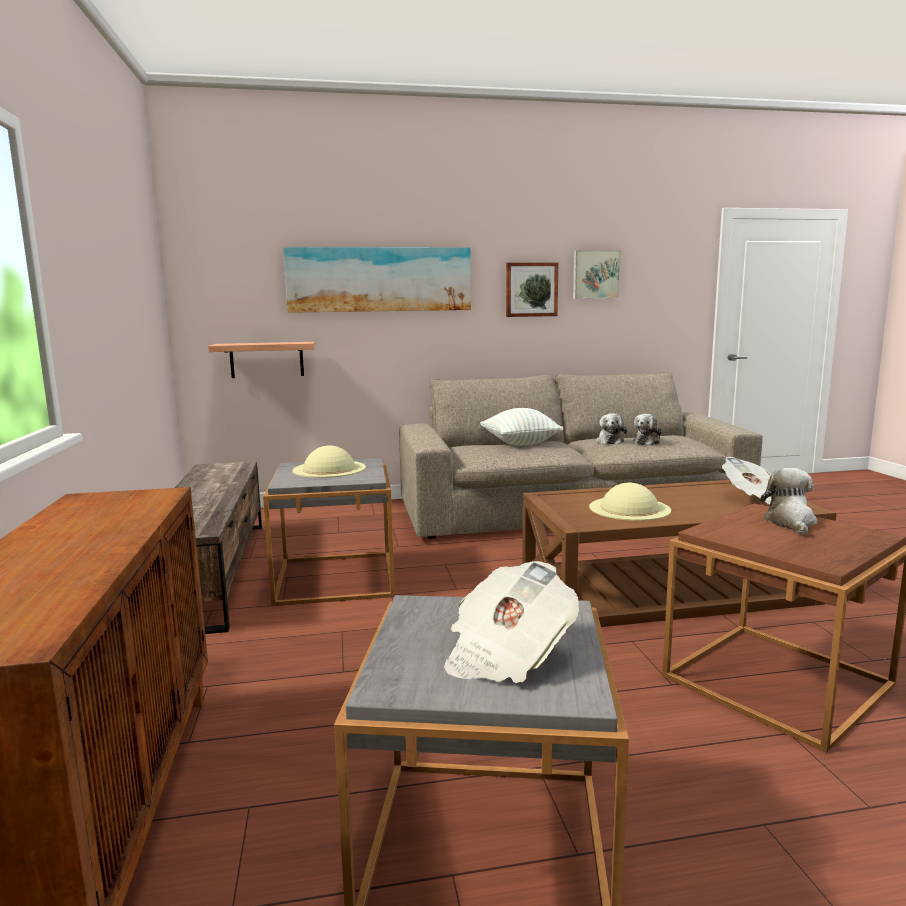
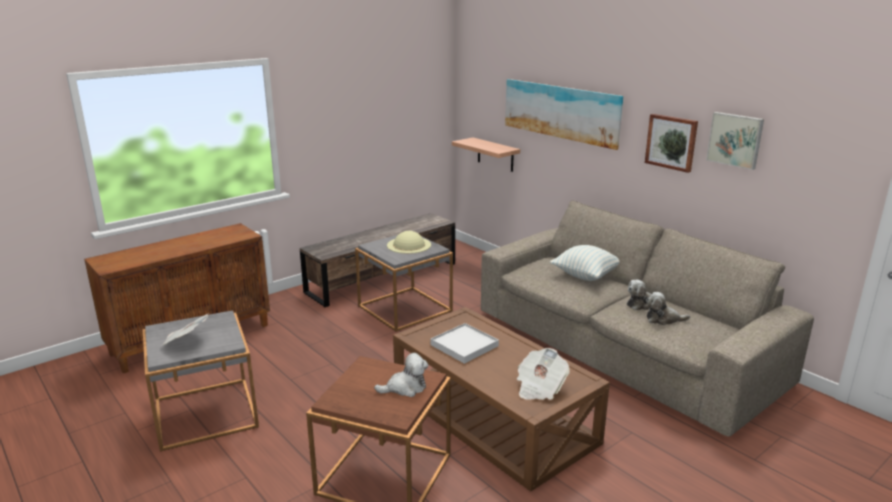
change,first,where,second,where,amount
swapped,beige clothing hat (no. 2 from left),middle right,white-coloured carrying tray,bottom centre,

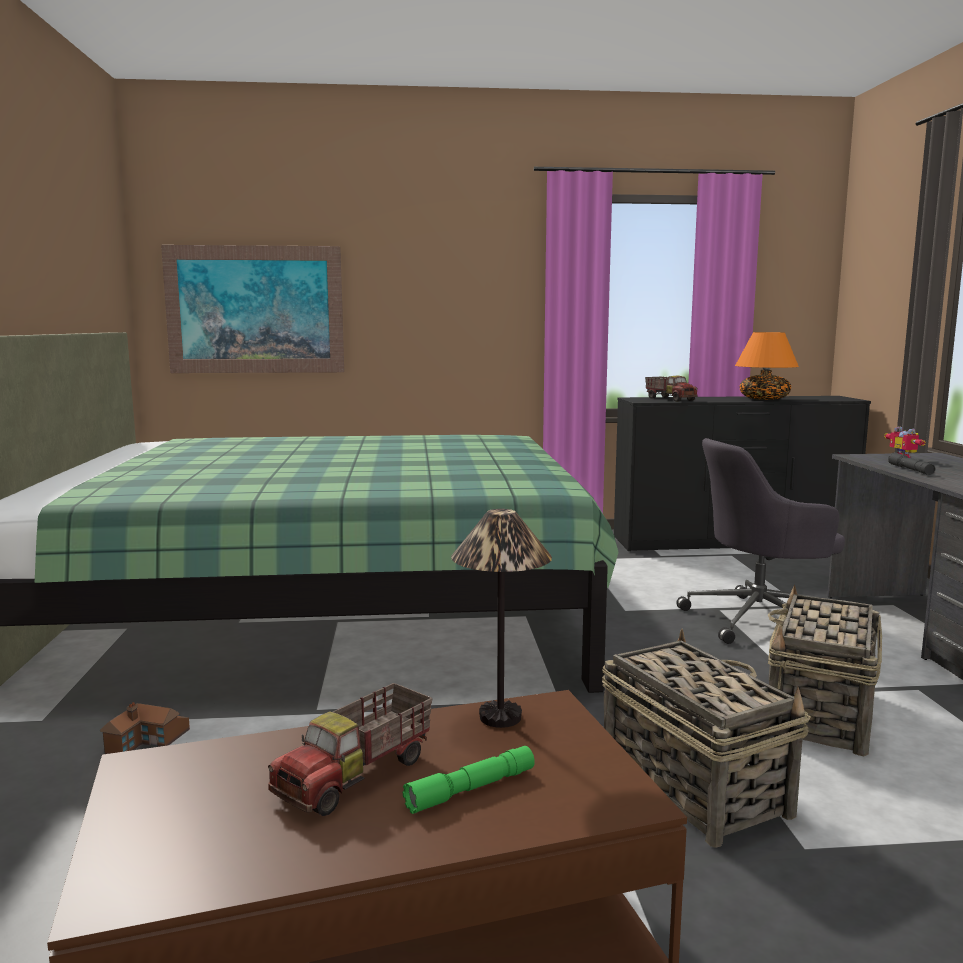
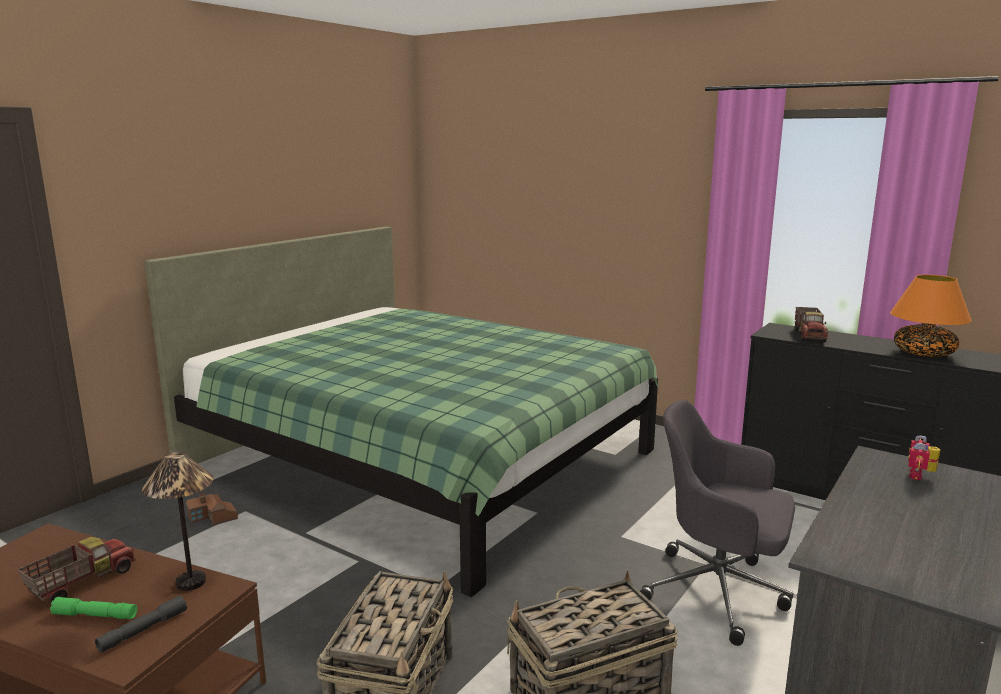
change,first,where,second,where,amount
gone,wall picture,top left,,,
rotated,toy truck (no. 1 from left),bottom centre,,bottom left,135 degrees clockwise
shifted,grey flashlight,middle right,,bottom left,

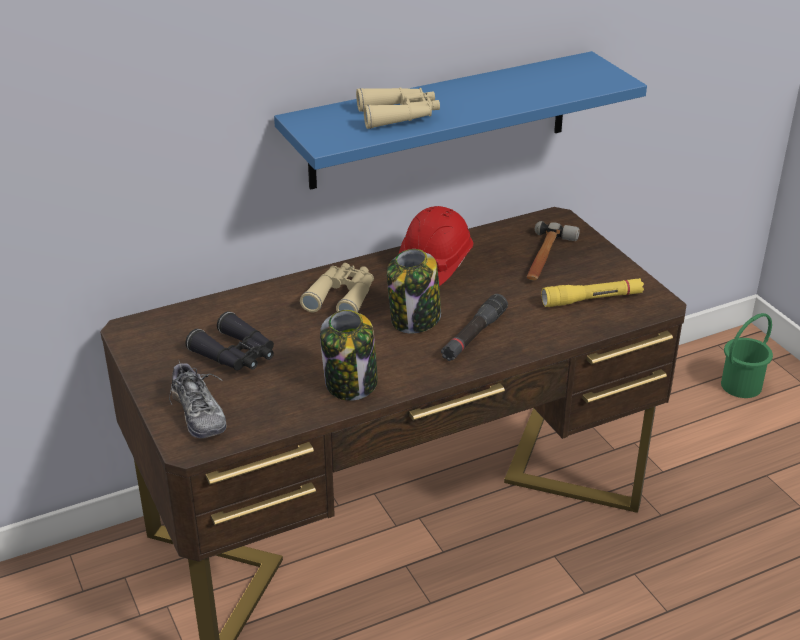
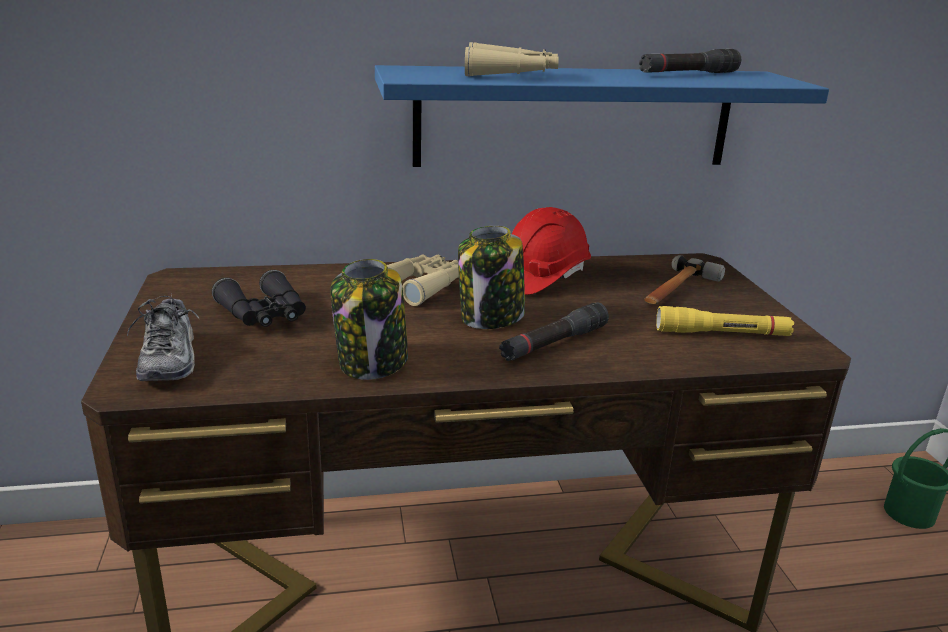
change,first,where,second,where,amount
new,,,black-coloured flashlight (no. 2 from left),top right,

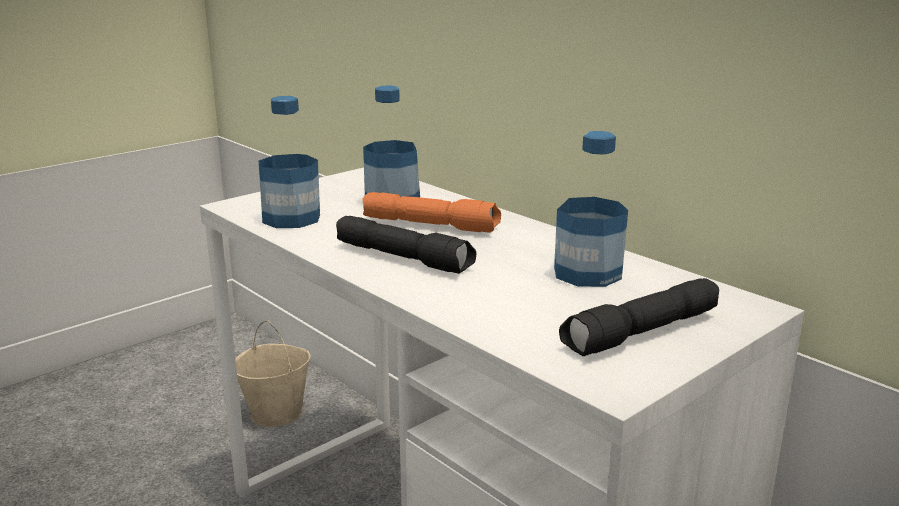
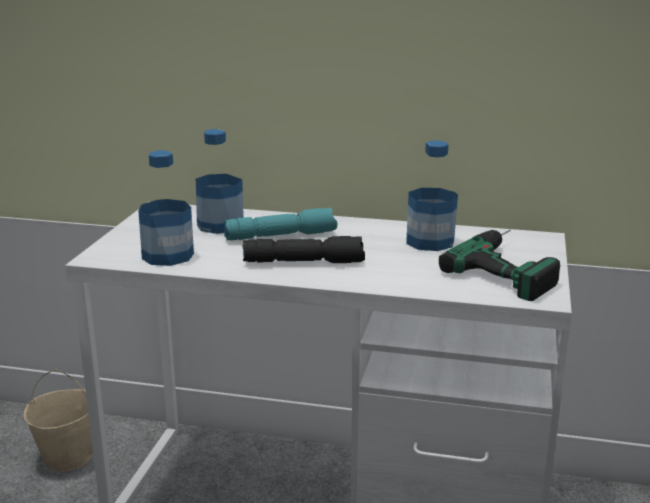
change,first,where,second,where,amount
repainted,orange flashlight,centre,turquoise-coloured flashlight,centre,
swapped,black-coloured flashlight (no. 2 from left),middle right,drill,middle right,

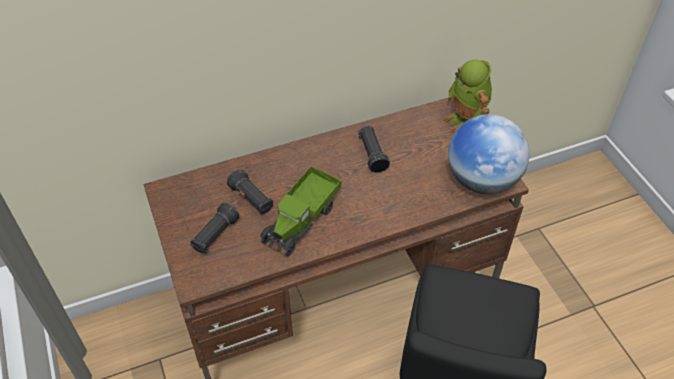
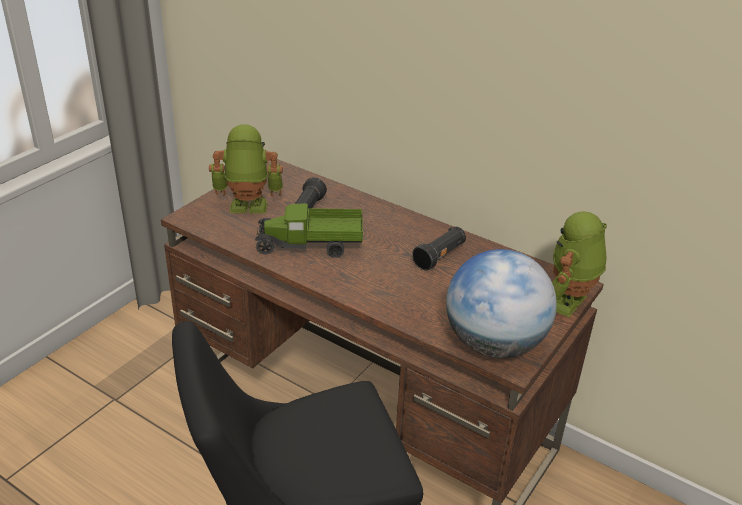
change,first,where,second,where,amount
swapped,black-coloured flashlight (no. 1 from left),middle left,model robot (no. 1 from left),middle left,

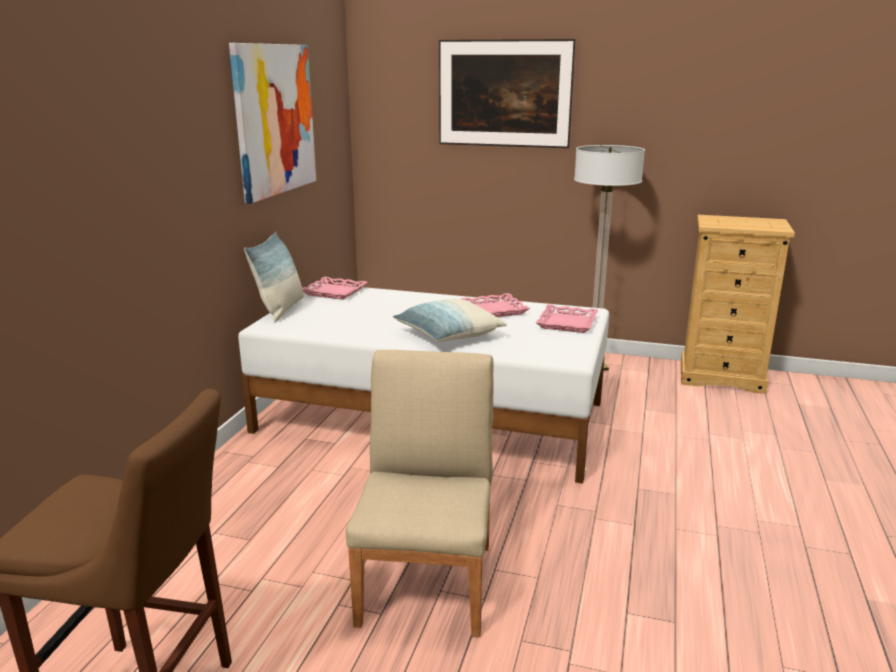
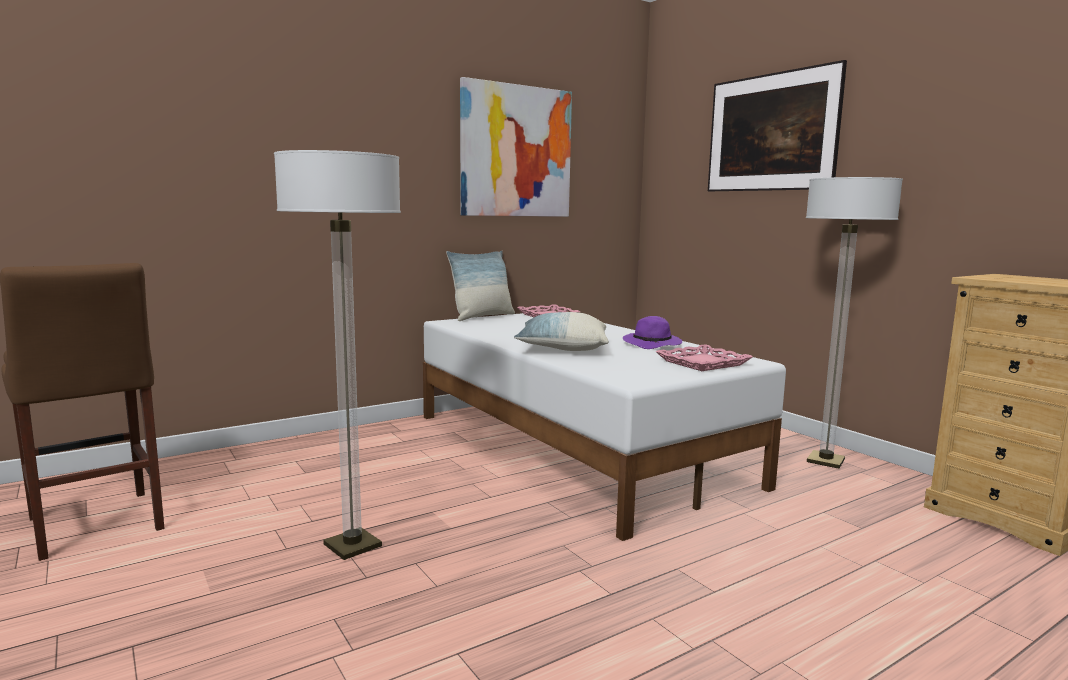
change,first,where,second,where,amount
swapped,beige chair,bottom centre,standard lamp (no. 1 from left),middle left,
swapped,pink carrying tray (no. 2 from left),centre,purplish clothing hat,centre,

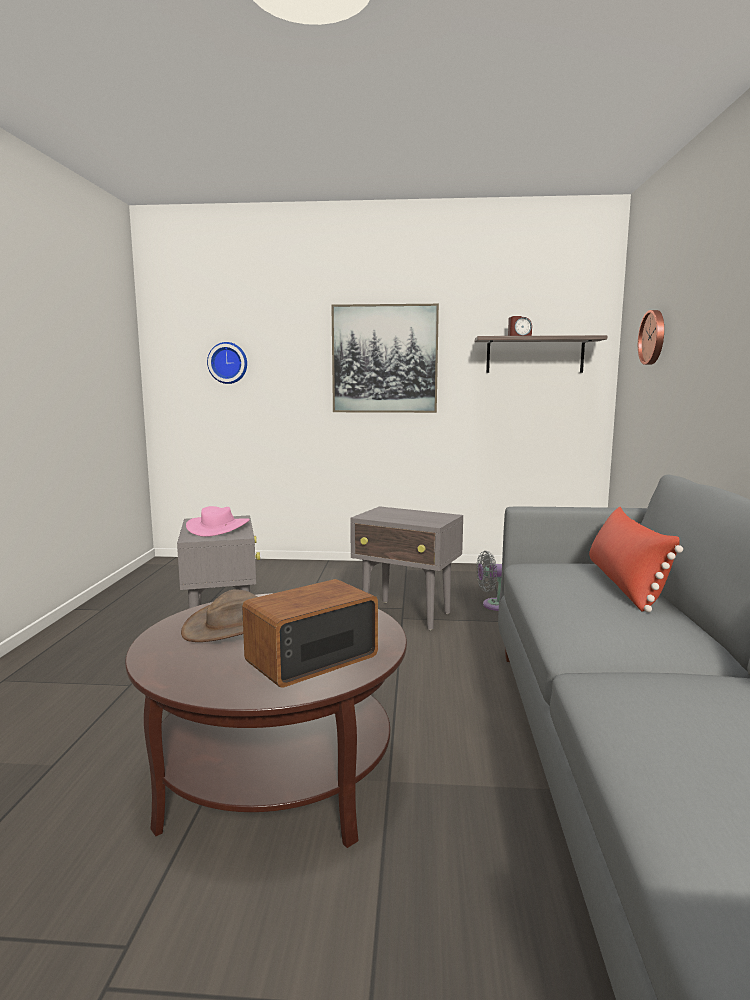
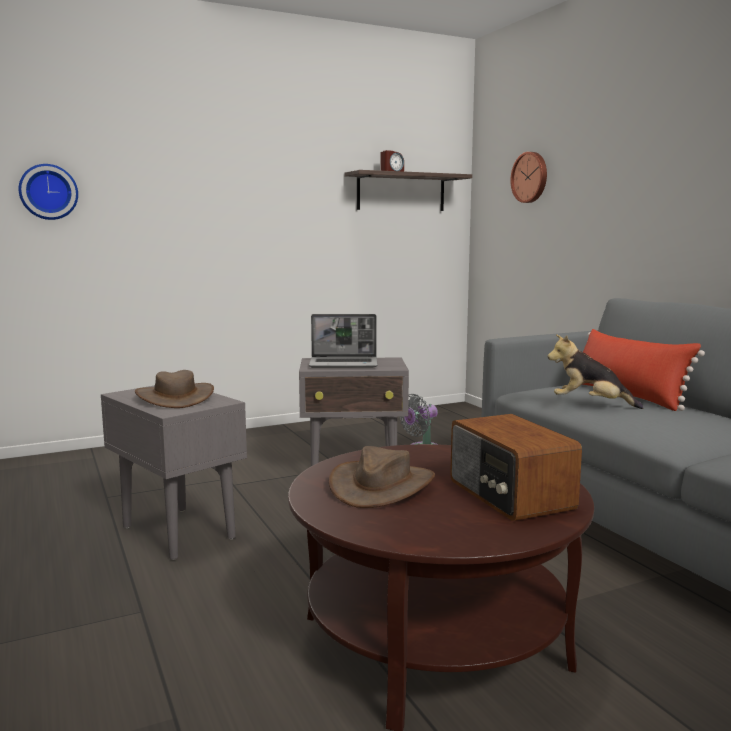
change,first,where,second,where,amount
repainted,pink clothing hat,middle left,brownish clothing hat (no. 1 from left),middle left,
rotated,radio,centre,,middle right,45 degrees counterclockwise
gone,wall picture,centre,,,
new,,,laptop,centre,
new,,,soft toy,middle right,

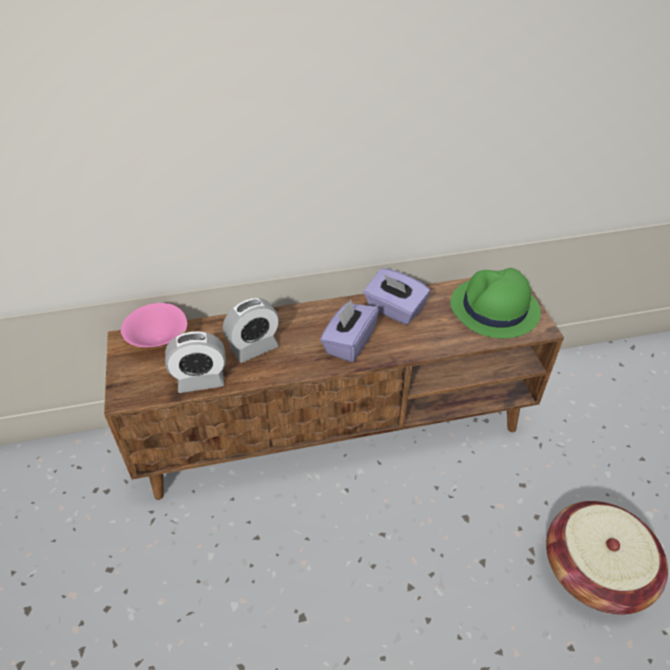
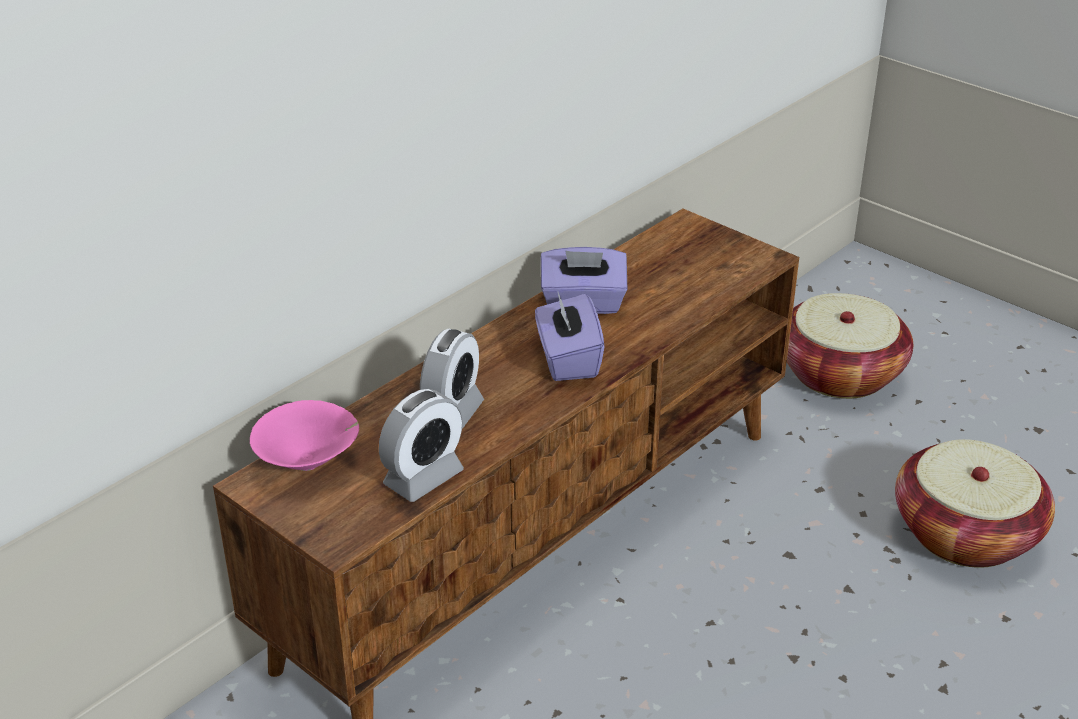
change,first,where,second,where,amount
gone,green clothing hat,middle right,,,
new,,,storage basket (no. 1 from left),middle right,

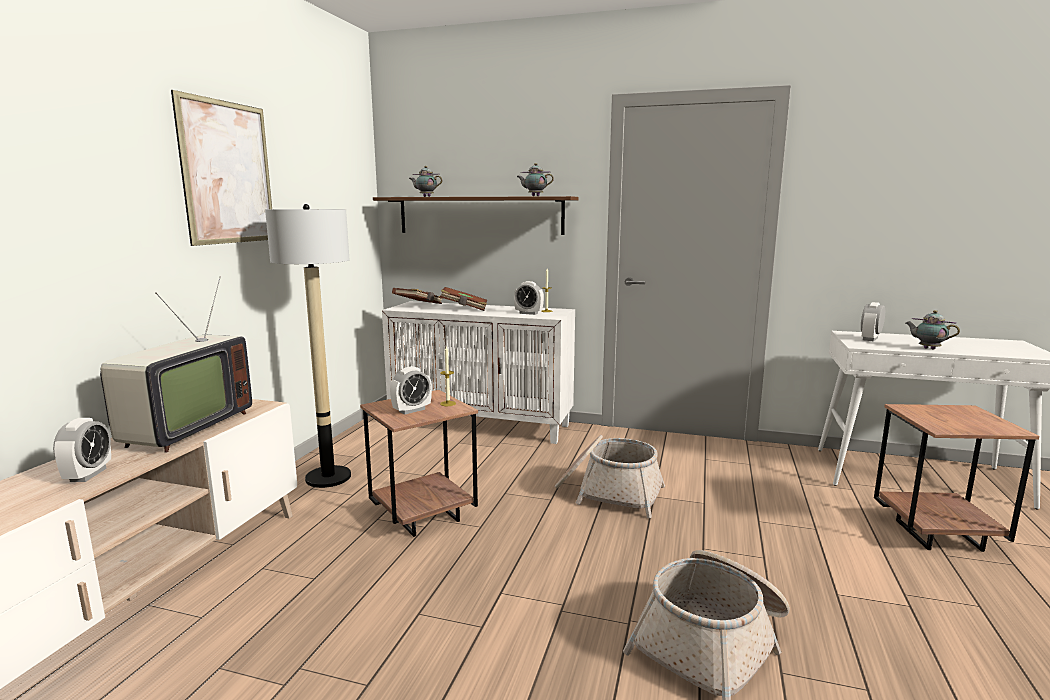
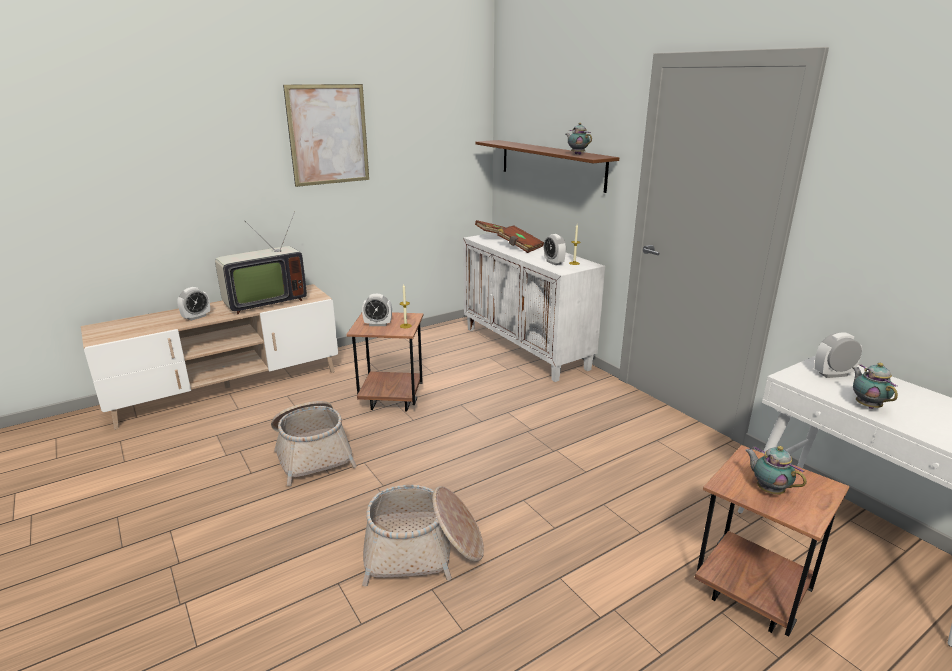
change,first,where,second,where,amount
gone,standard lamp,middle left,,,
shifted,tea pot (no. 1 from left in the first image),top centre,tea pot (no. 2 from left),bottom right,
shifted,storage basket (no. 1 from left),bottom centre,,middle left,

